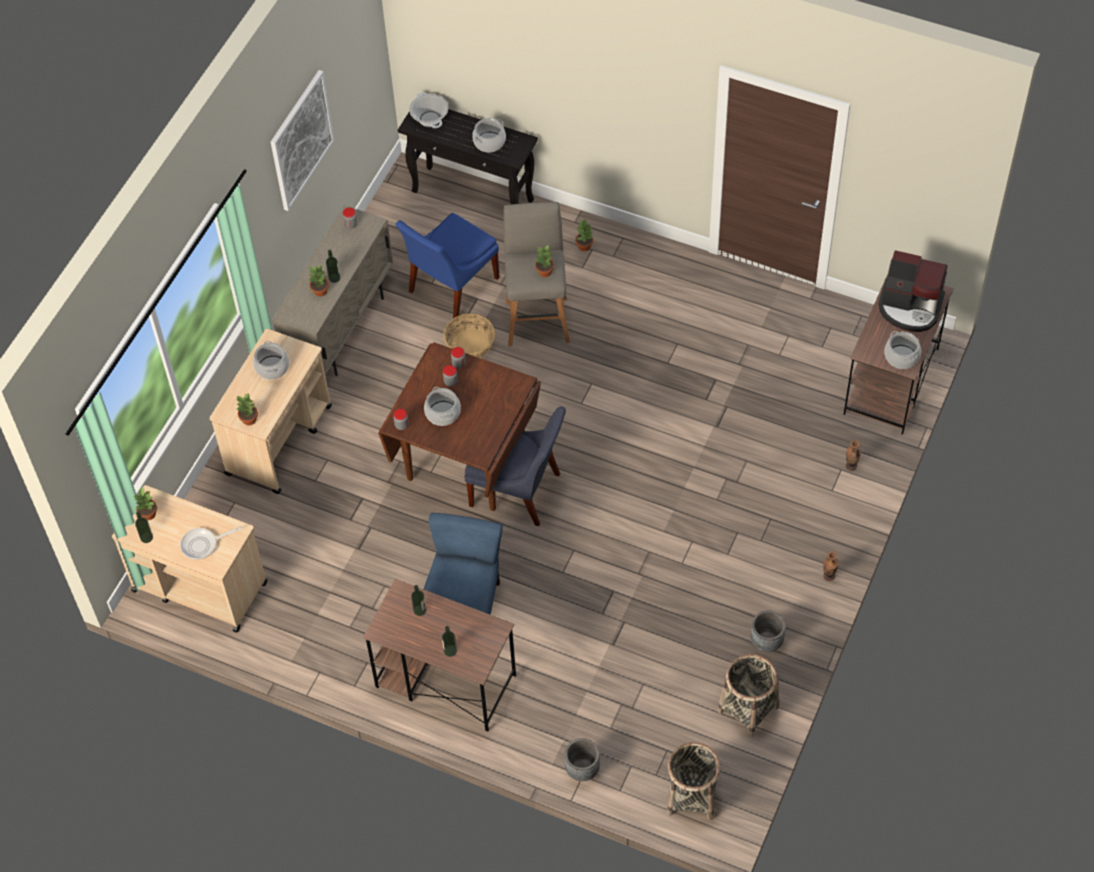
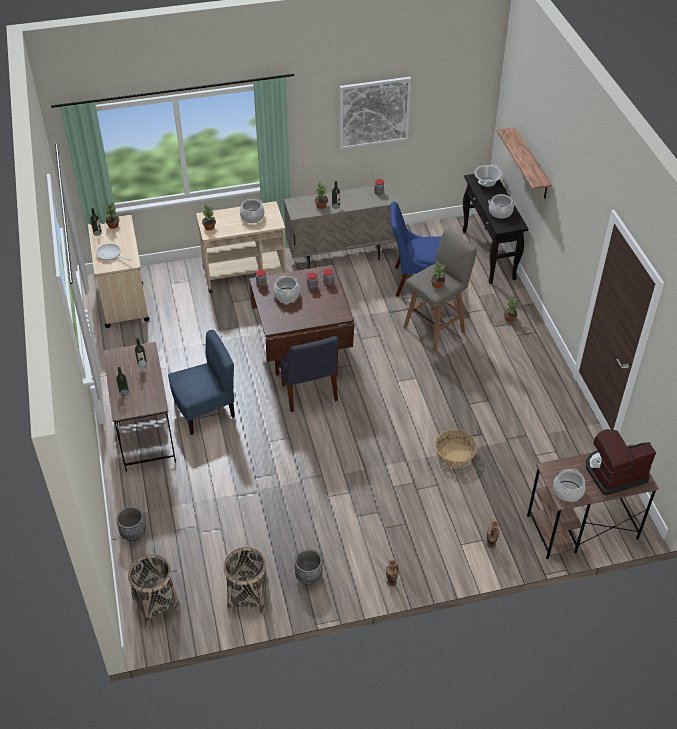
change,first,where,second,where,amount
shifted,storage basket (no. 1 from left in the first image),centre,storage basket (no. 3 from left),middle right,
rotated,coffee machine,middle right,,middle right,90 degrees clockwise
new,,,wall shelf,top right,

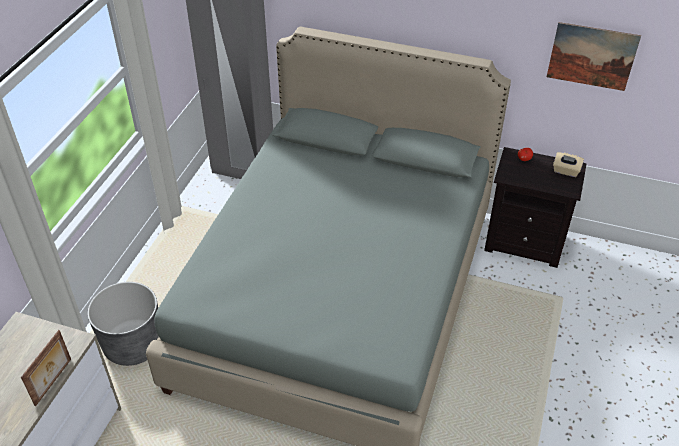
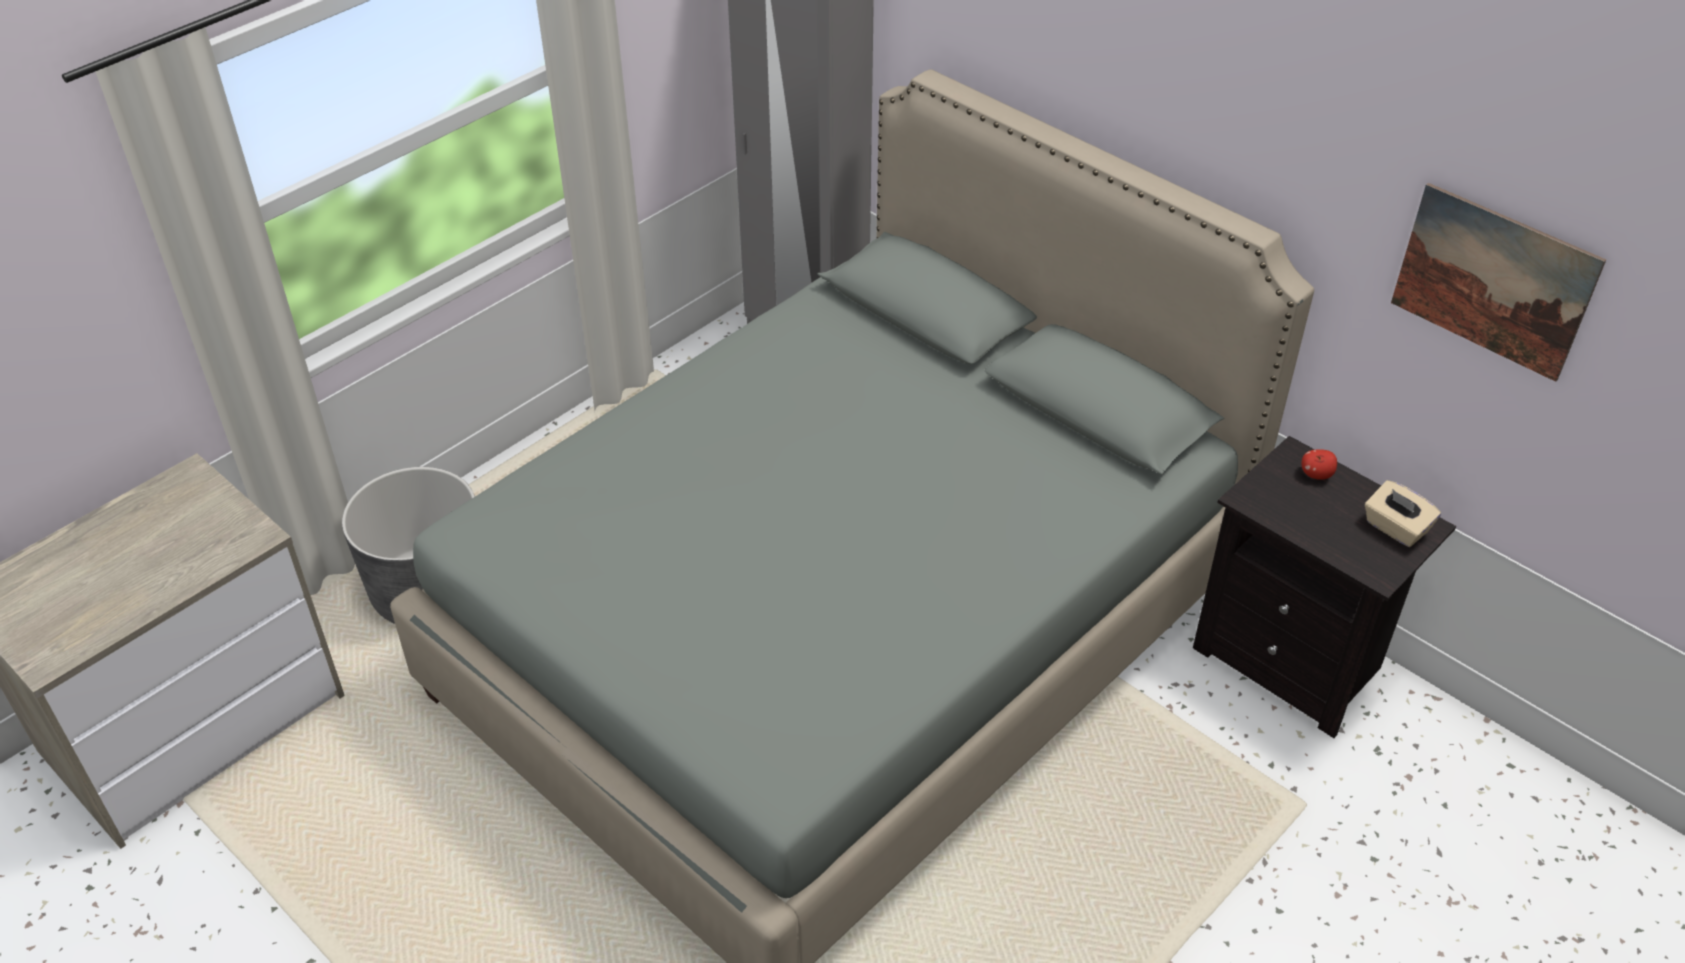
change,first,where,second,where,amount
gone,picture frame,bottom left,,,

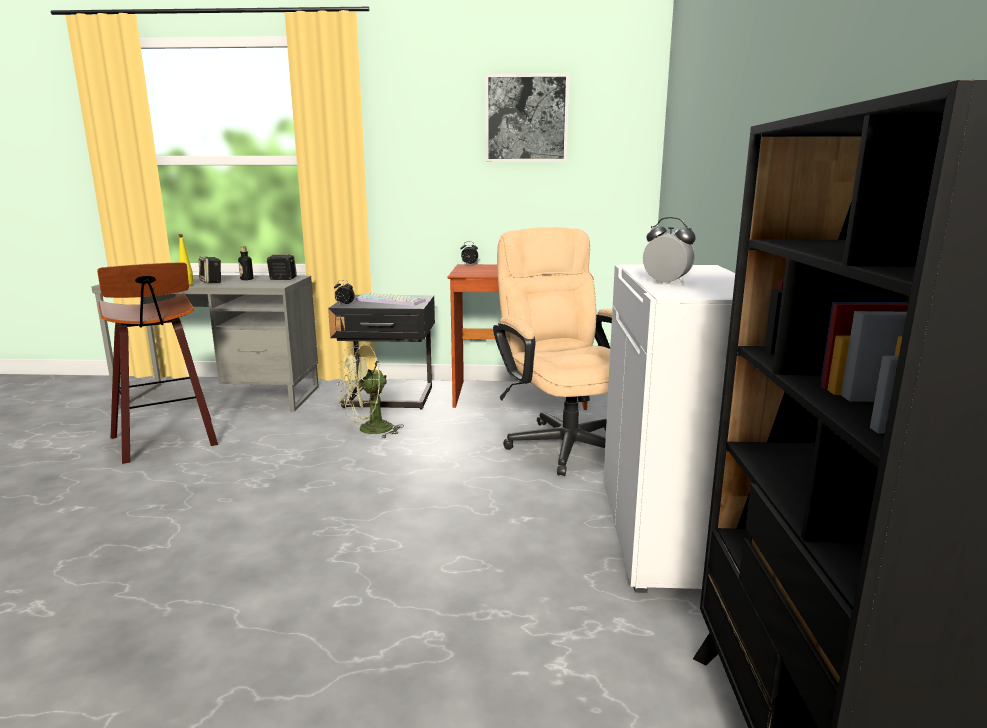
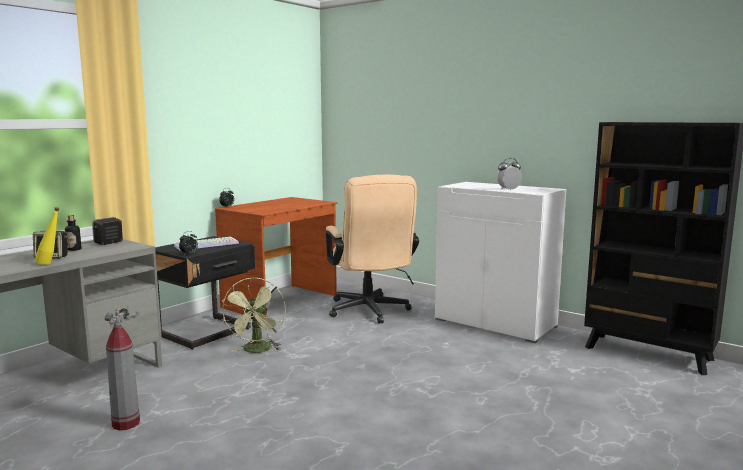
change,first,where,second,where,amount
swapped,stool seat,middle left,fire extinguisher,bottom left,
gone,wall picture,top centre,,,
rotated,beige computer chair,centre,,centre,120 degrees counterclockwise

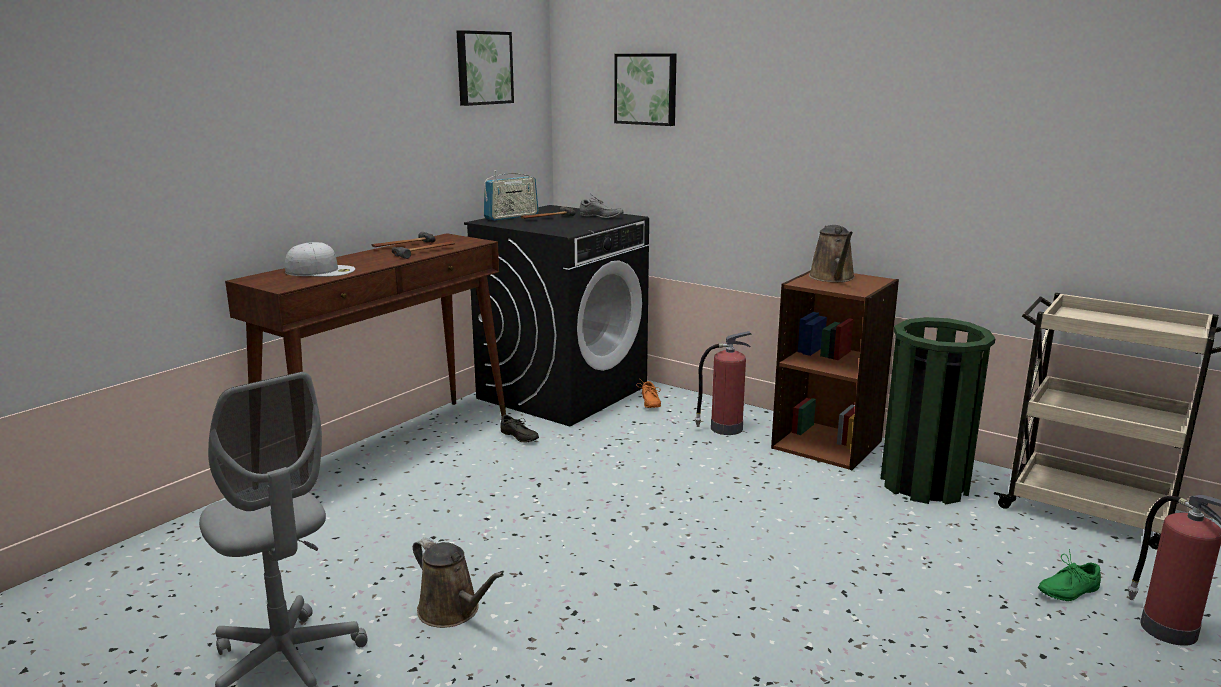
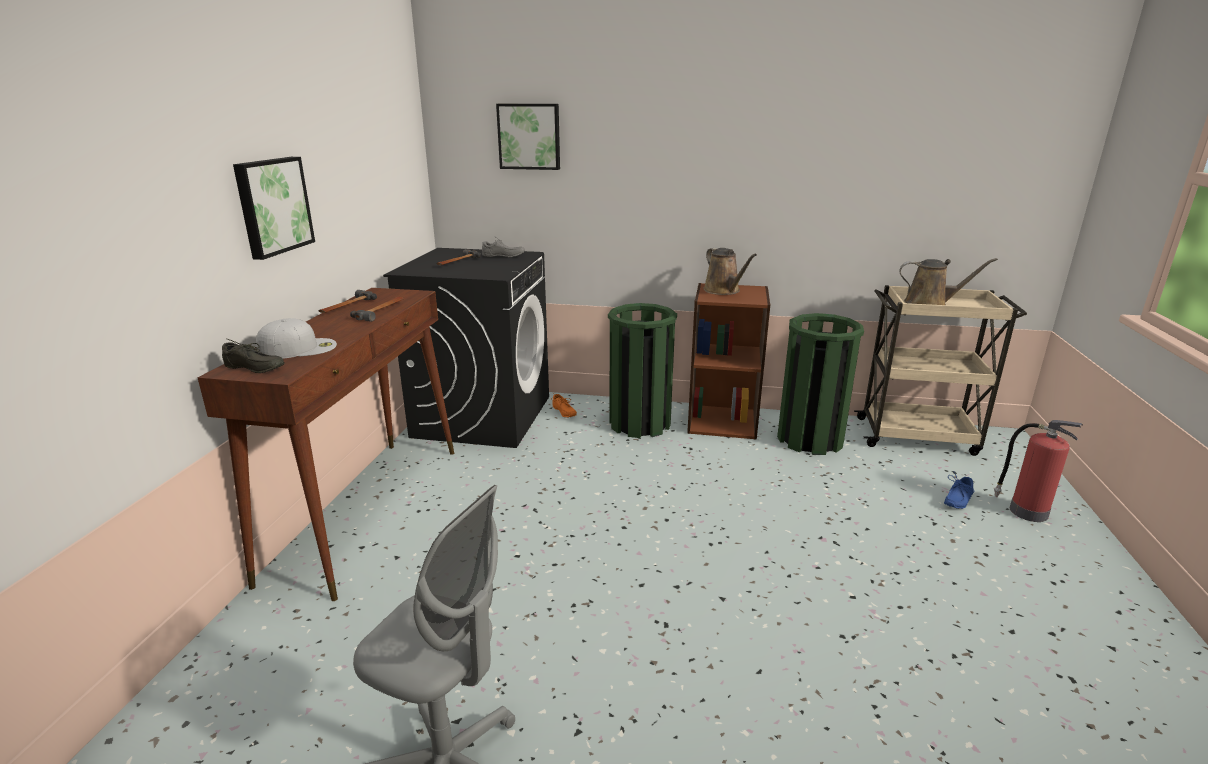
change,first,where,second,where,amount
shifted,brownish watering can (no. 1 from left in the first image),bottom centre,brownish watering can (no. 2 from left),middle right,
shifted,wall picture (no. 1 from left),top centre,,top left,
gone,radio,top centre,,,
shifted,grey low shoe (no. 1 from left),centre,,middle left,
swapped,fire extinguisher (no. 1 from left),centre,green waste bin (no. 1 from left),centre,
repainted,green low shoe,bottom right,bluish low shoe,middle right,

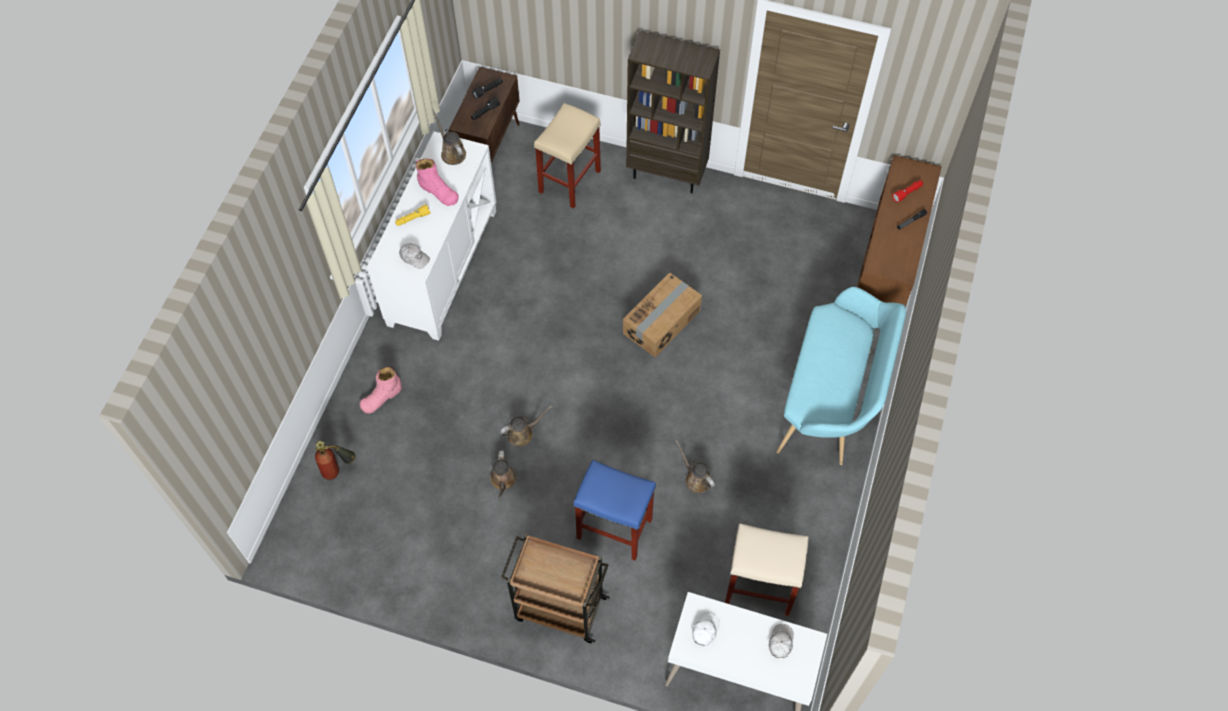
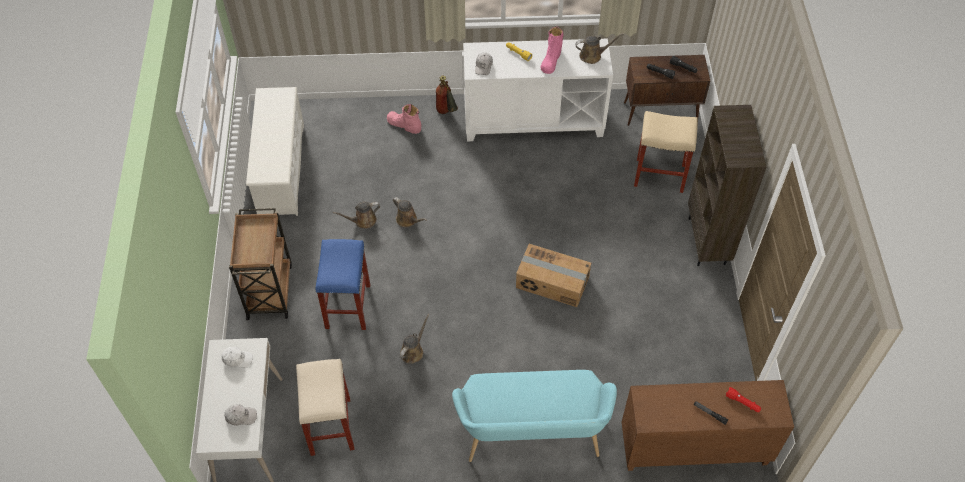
change,first,where,second,where,amount
shifted,fire extinguisher,middle left,,top centre,
rotated,brownish watering can (no. 1 from left in the first image),top centre,brownish watering can (no. 4 from left),top centre,45 degrees clockwise
new,,,white-coloured shoe shelf,top left,

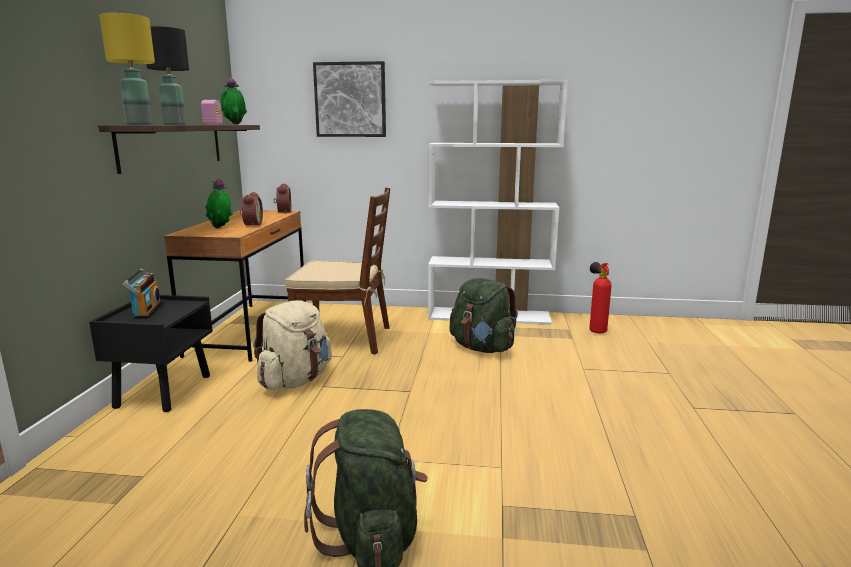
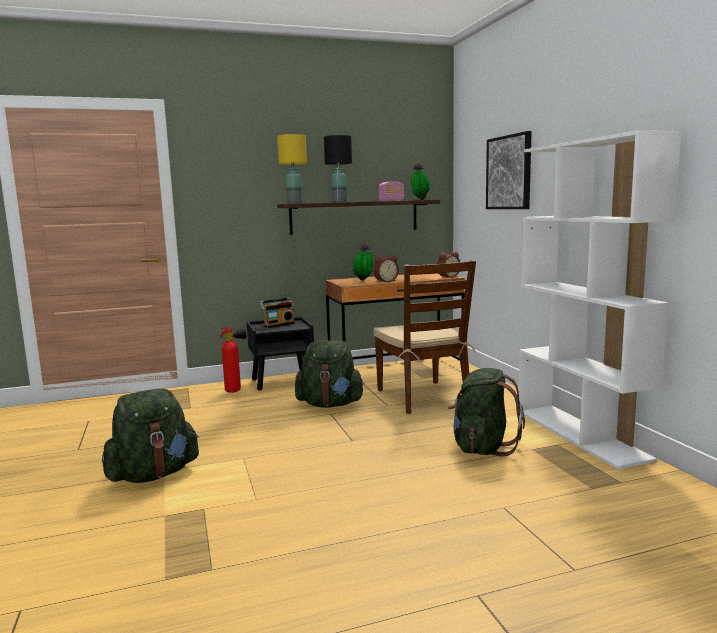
change,first,where,second,where,amount
repainted,beige knapsack,centre,green knapsack (no. 2 from left),centre,
shifted,fire extinguisher,middle right,,middle left,

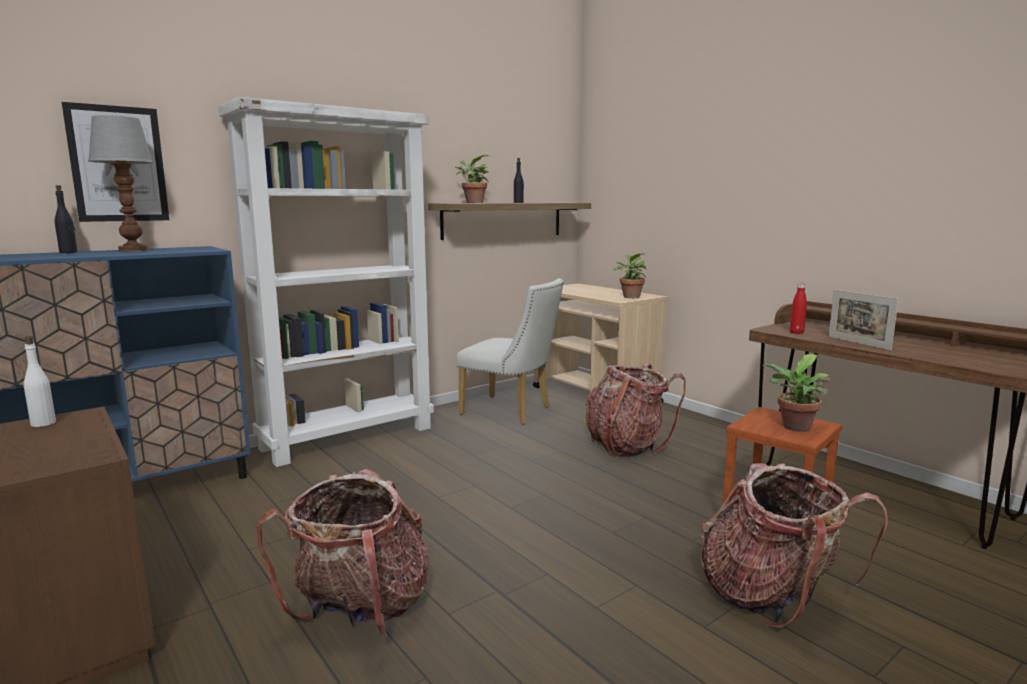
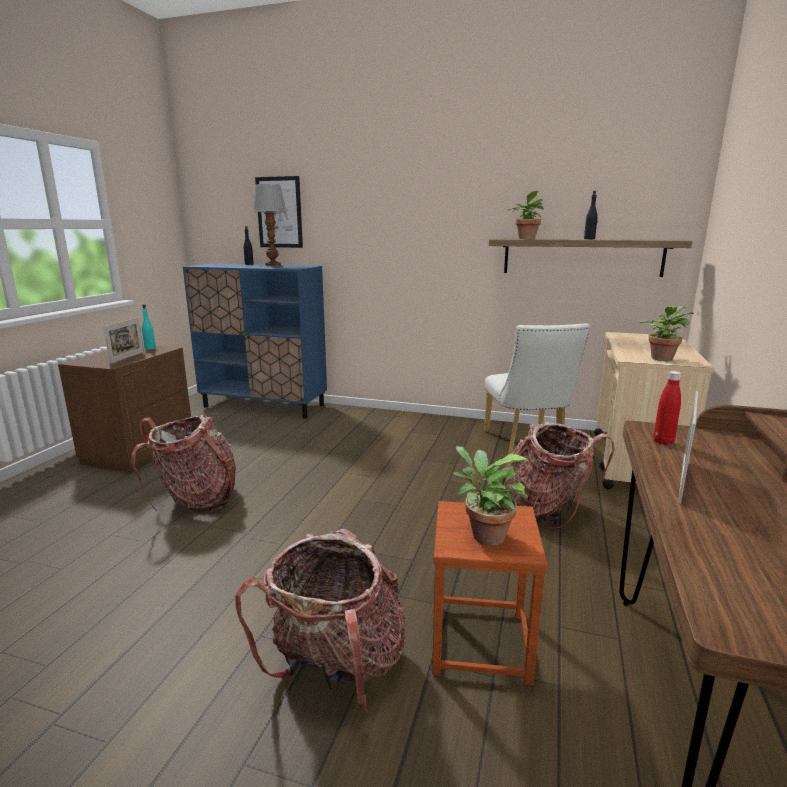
change,first,where,second,where,amount
repainted,white-coloured bottle,middle left,turquoise-coloured bottle,middle left,
gone,white-coloured bookshelf,middle left,,,
new,,,picture frame (no. 1 from left),middle left,

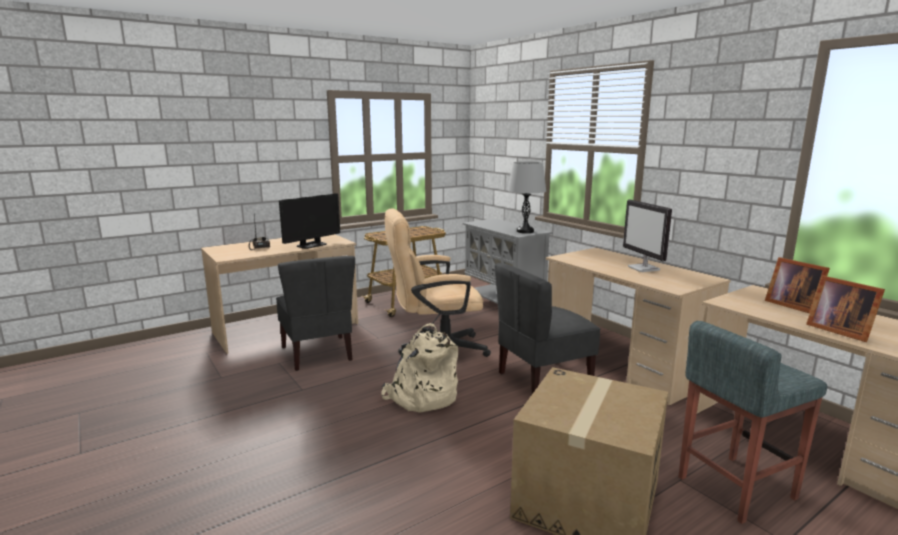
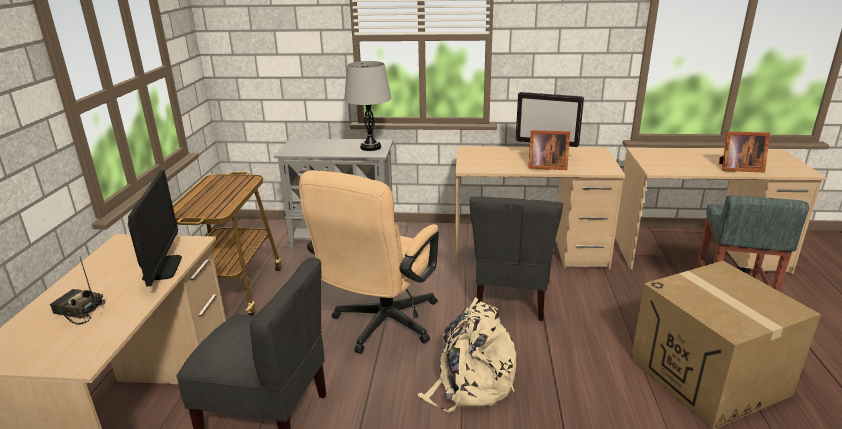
change,first,where,second,where,amount
shifted,picture frame (no. 1 from left),middle right,,centre,

